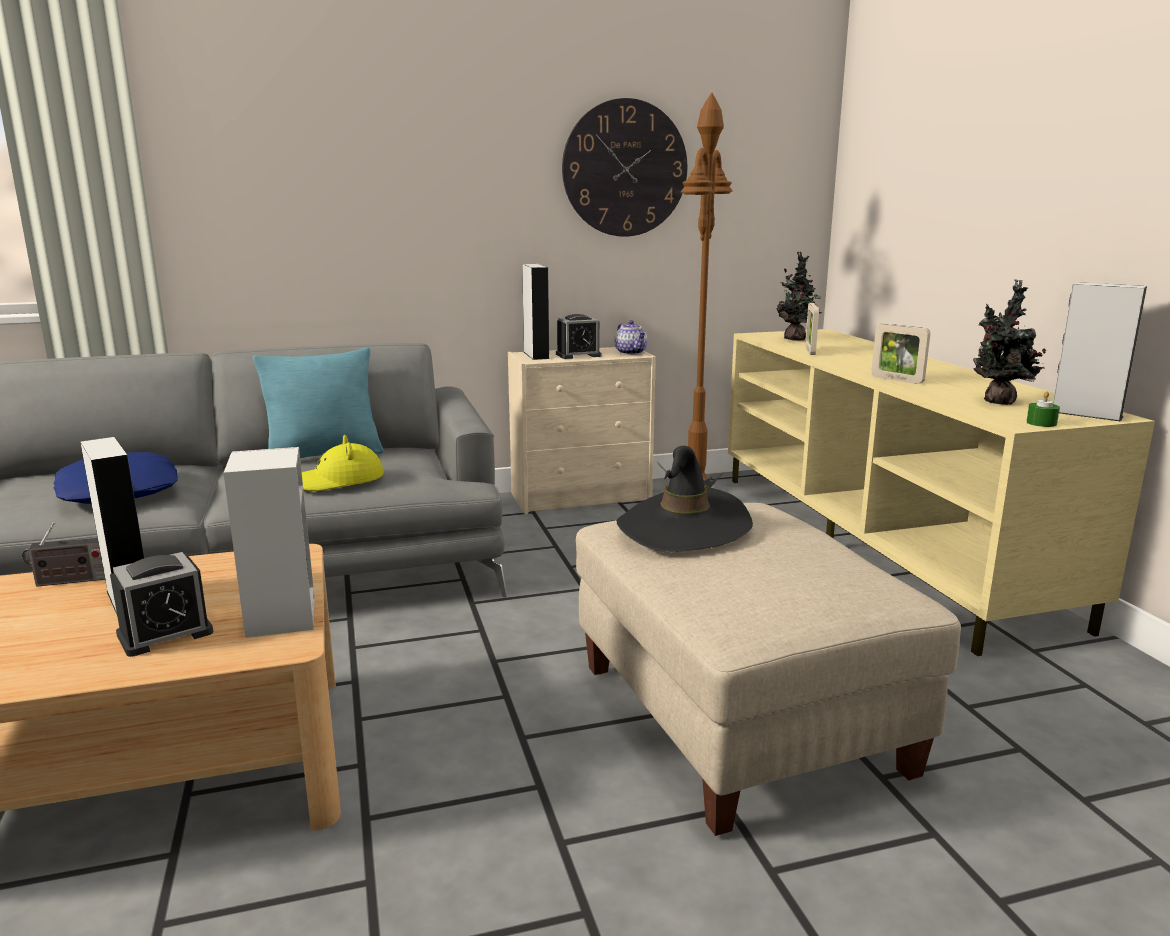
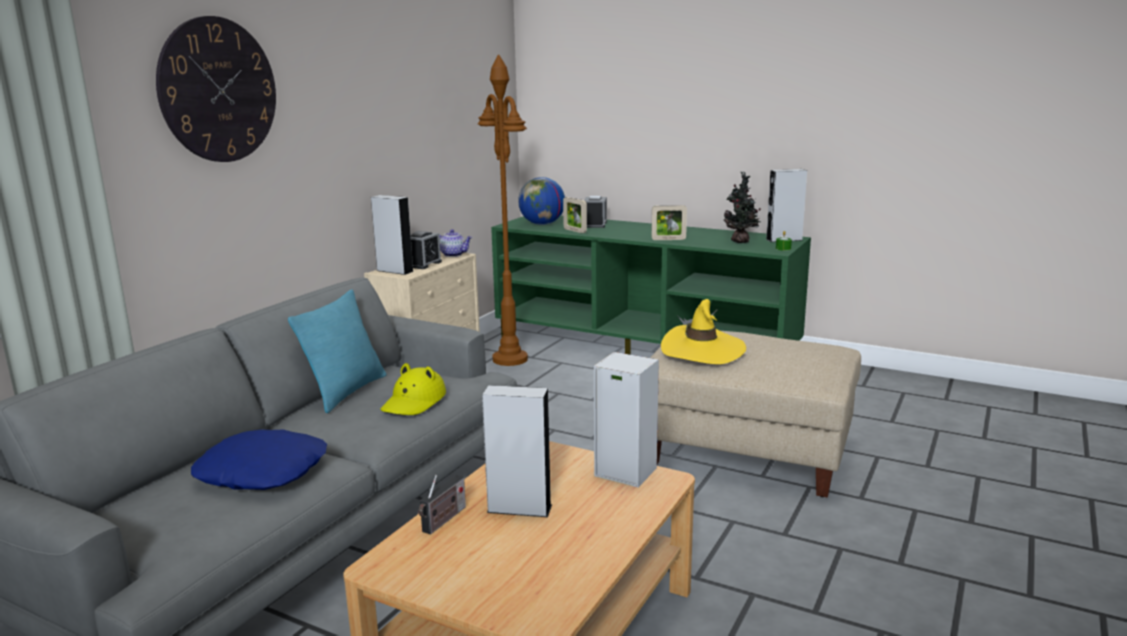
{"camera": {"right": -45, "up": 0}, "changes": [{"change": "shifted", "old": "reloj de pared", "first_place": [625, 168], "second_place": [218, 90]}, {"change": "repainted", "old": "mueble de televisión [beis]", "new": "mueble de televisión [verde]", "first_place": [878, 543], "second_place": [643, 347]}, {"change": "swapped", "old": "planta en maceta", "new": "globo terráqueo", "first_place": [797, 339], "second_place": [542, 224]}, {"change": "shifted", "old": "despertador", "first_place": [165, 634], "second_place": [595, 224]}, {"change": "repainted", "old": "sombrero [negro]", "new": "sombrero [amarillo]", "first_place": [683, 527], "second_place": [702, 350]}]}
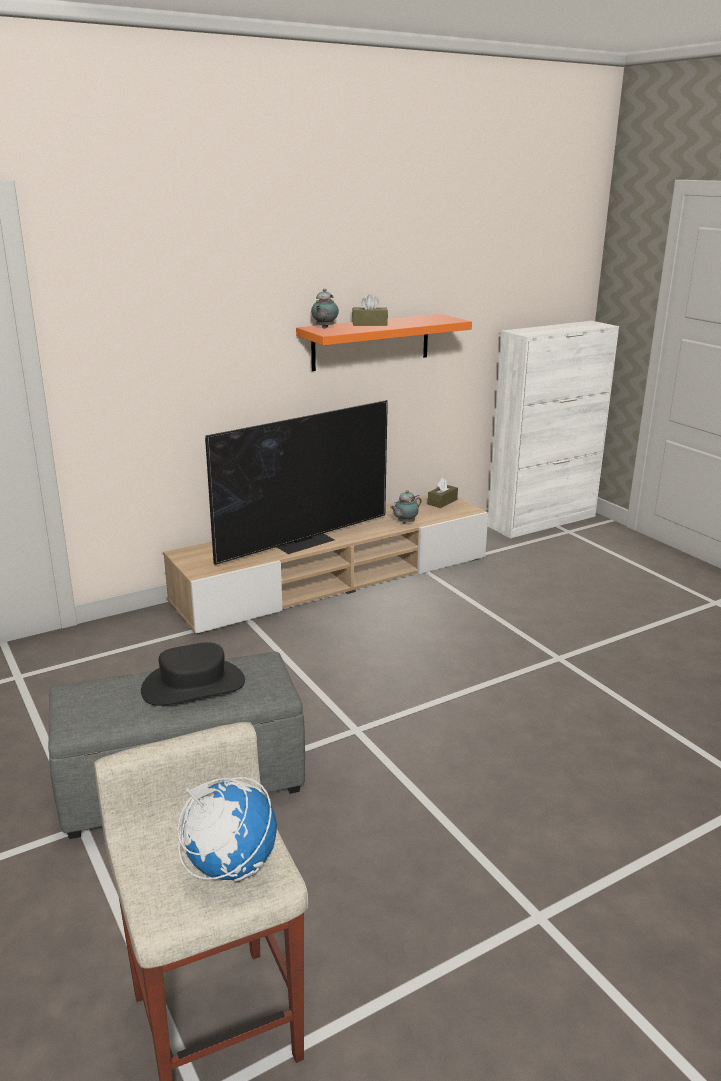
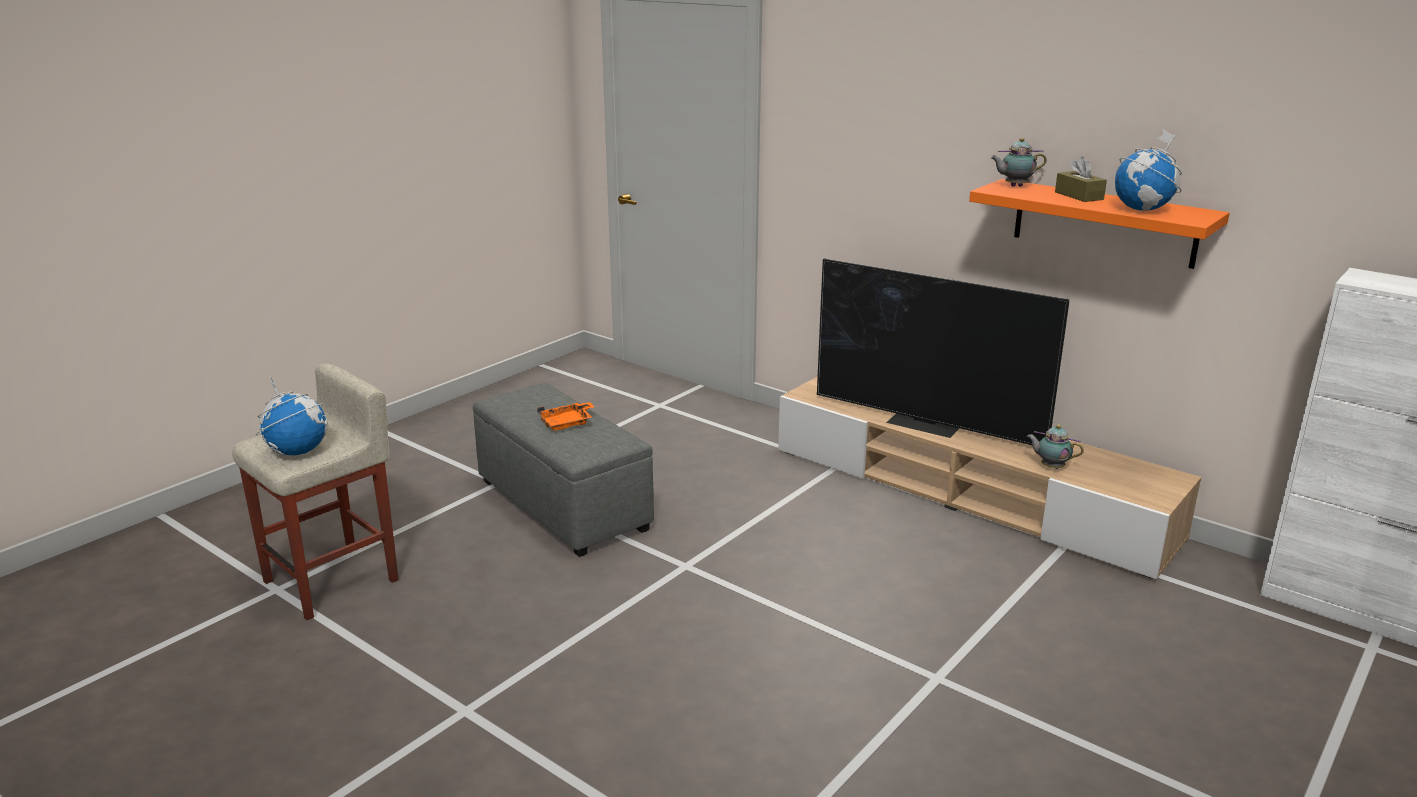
{"camera": {"right": 70, "up": 0}, "changes": [{"change": "swapped", "old": "sombrero [negro]", "new": "bandeja [naranja]", "first_place": [193, 685], "second_place": [567, 423]}, {"change": "new", "new": "globo terráqueo", "second_place": [1143, 210]}, {"change": "gone", "old": "caja de pañuelos [marrón]", "first_place": [442, 502]}]}
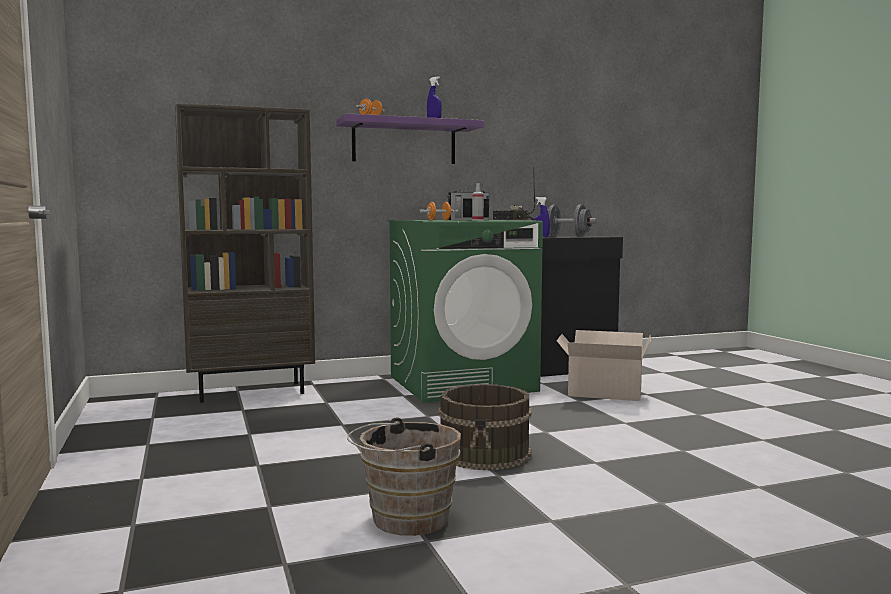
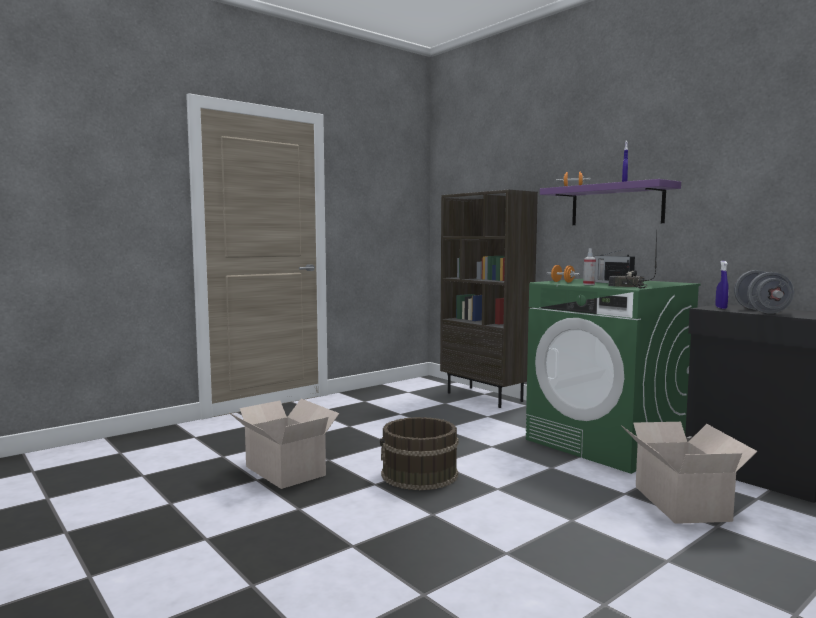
{"camera": {"right": 70, "up": 0}, "changes": [{"change": "swapped", "old": "cubo [marrón]", "new": "caja de cartón", "first_place": [404, 519], "second_place": [284, 470]}]}
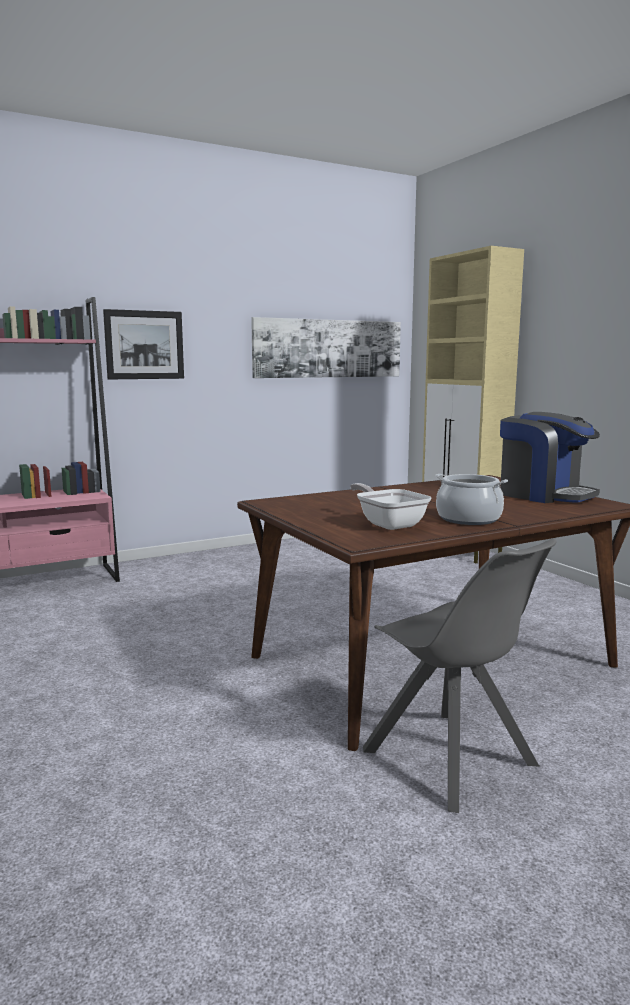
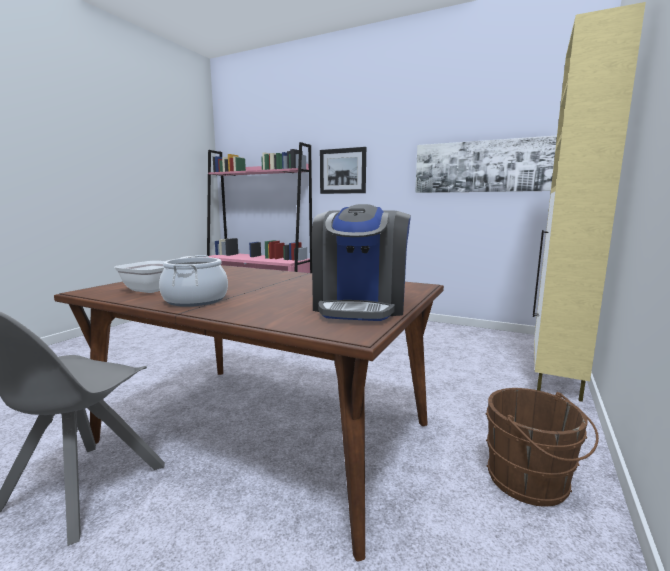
{"camera": {"right": 55, "up": 0}, "changes": [{"change": "new", "new": "cubo [marrón]", "second_place": [531, 483]}]}
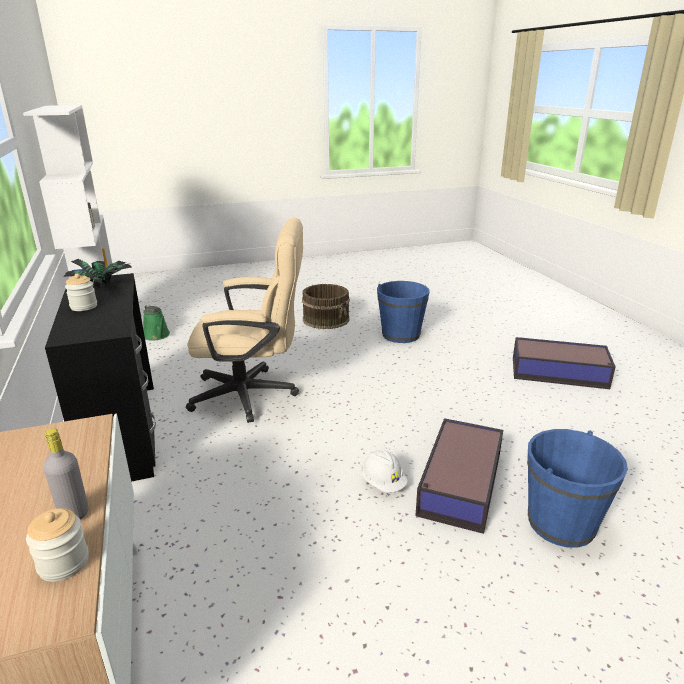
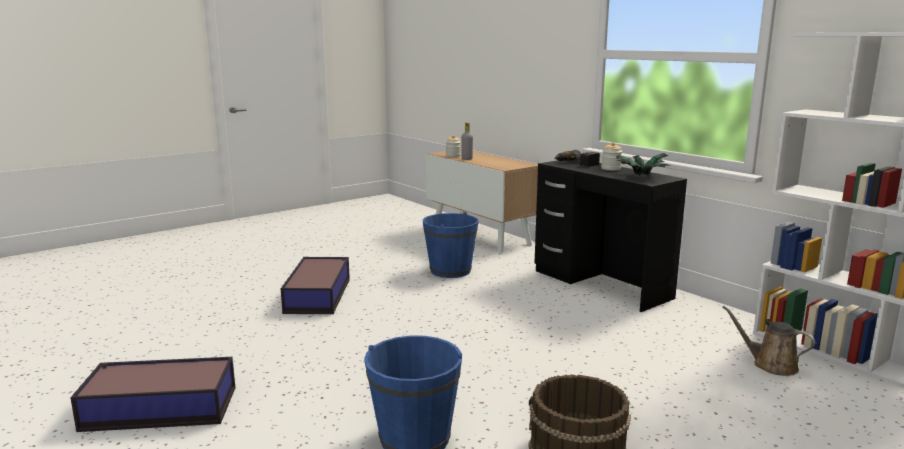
{"camera": {"right": 160, "up": -10}, "changes": [{"change": "shifted", "old": "cubo [azul]", "first_place": [561, 523], "second_place": [450, 271]}, {"change": "new", "new": "taladro", "second_place": [576, 164]}, {"change": "repainted", "old": "regadera [verde]", "new": "regadera [marrón]", "first_place": [157, 336], "second_place": [770, 365]}, {"change": "gone", "old": "silla de oficina [beis]", "first_place": [253, 395]}, {"change": "gone", "old": "casco [blanco]", "first_place": [383, 483]}]}
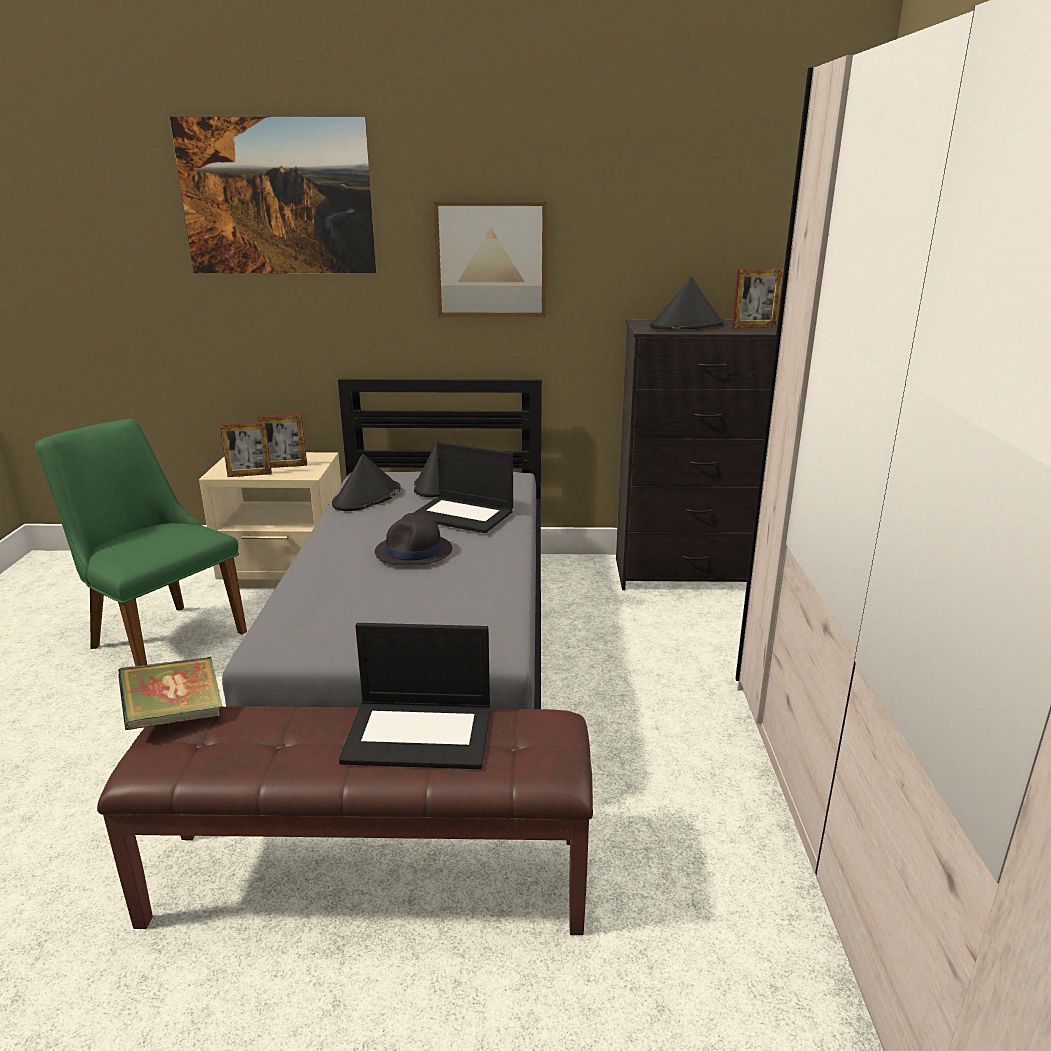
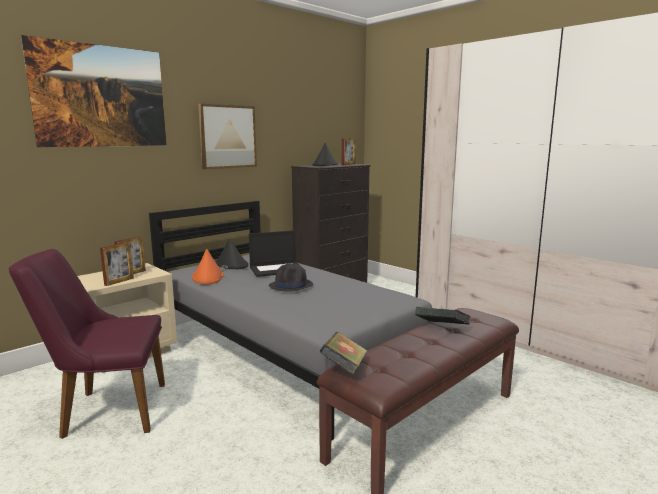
{"camera": {"right": -45, "up": -10}, "changes": [{"change": "repainted", "old": "silla [verde]", "new": "silla [morado]", "first_place": [159, 636], "second_place": [105, 411]}, {"change": "repainted", "old": "sombrero [negro]", "new": "sombrero [naranja]", "first_place": [367, 497], "second_place": [208, 277]}, {"change": "swapped", "old": "portátil", "new": "libro", "first_place": [421, 733], "second_place": [441, 329]}]}
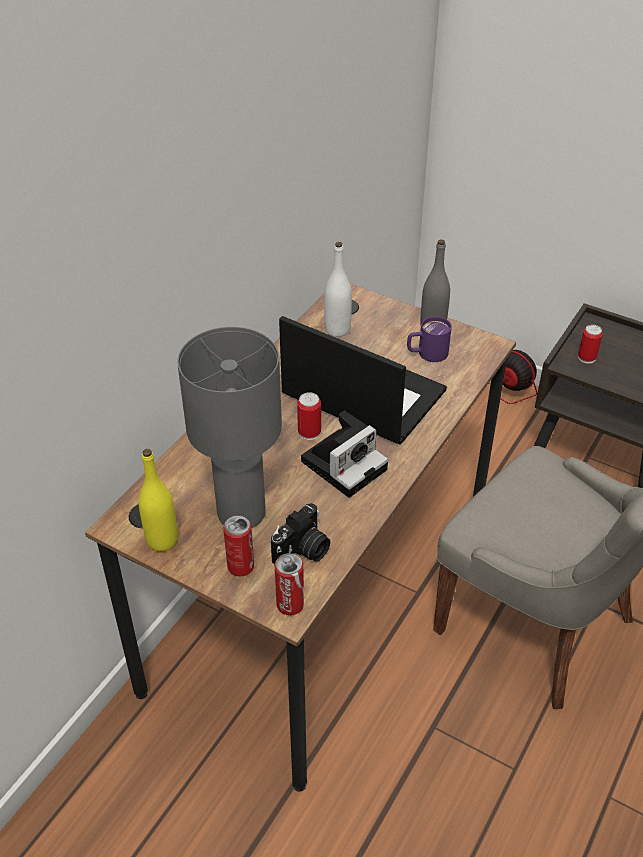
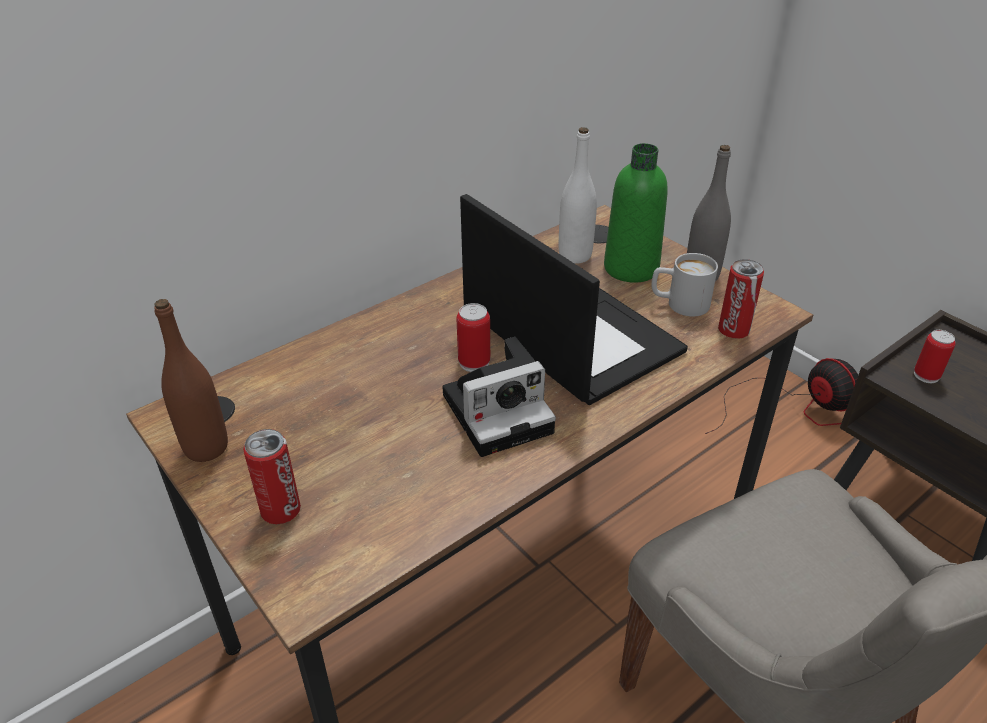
{"camera": {"right": 20, "up": -5}, "changes": [{"change": "repainted", "old": "botella [amarillo]", "new": "botella [marrón]", "first_place": [162, 540], "second_place": [206, 447]}, {"change": "new", "new": "botella [verde]", "second_place": [631, 268]}, {"change": "repainted", "old": "taza grande [morado]", "new": "taza grande [blanco]", "first_place": [426, 354], "second_place": [679, 304]}, {"change": "shifted", "old": "lata", "first_place": [290, 605], "second_place": [733, 331]}, {"change": "gone", "old": "lámpara de mesa [gris]", "first_place": [241, 512]}, {"change": "gone", "old": "cámara", "first_place": [303, 550]}]}
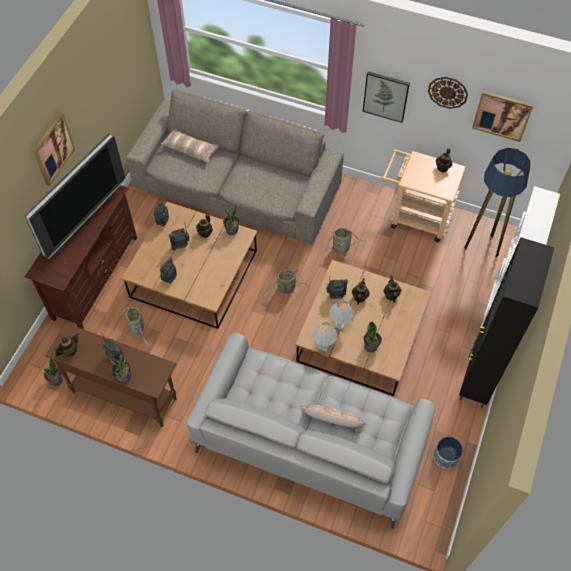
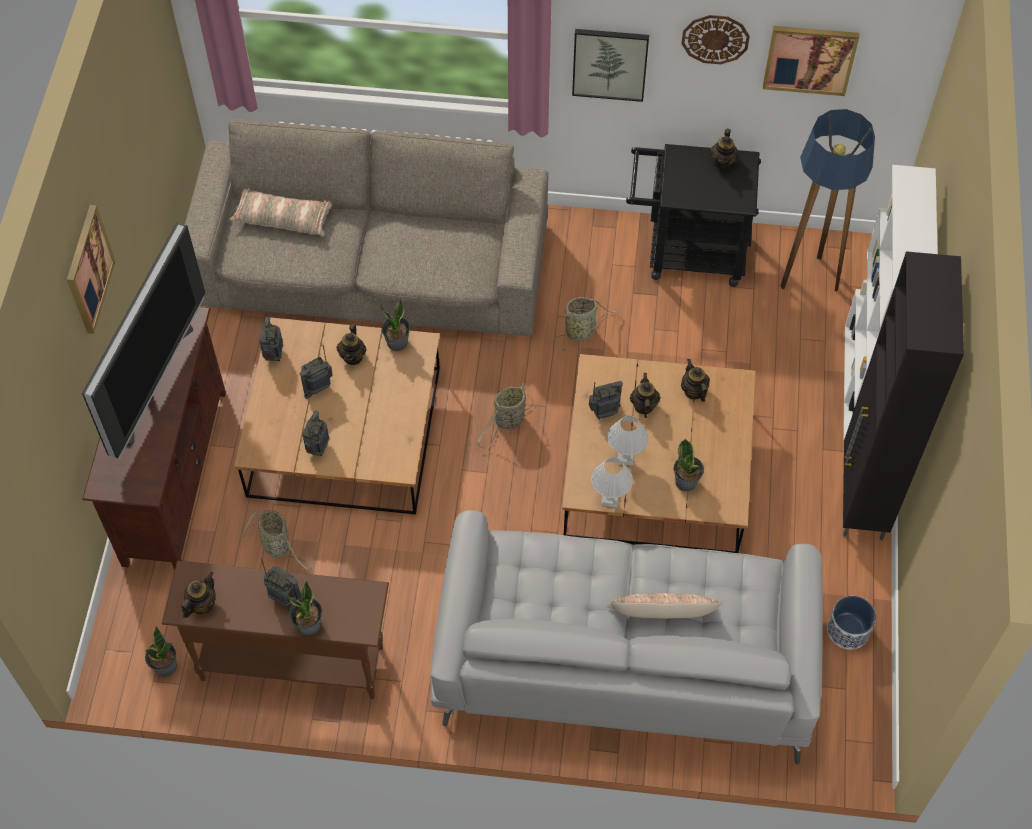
{"camera": {"right": -15, "up": 0}, "changes": [{"change": "repainted", "old": "carrito [beis]", "new": "carrito [negro]", "first_place": [415, 217], "second_place": [686, 253]}]}
